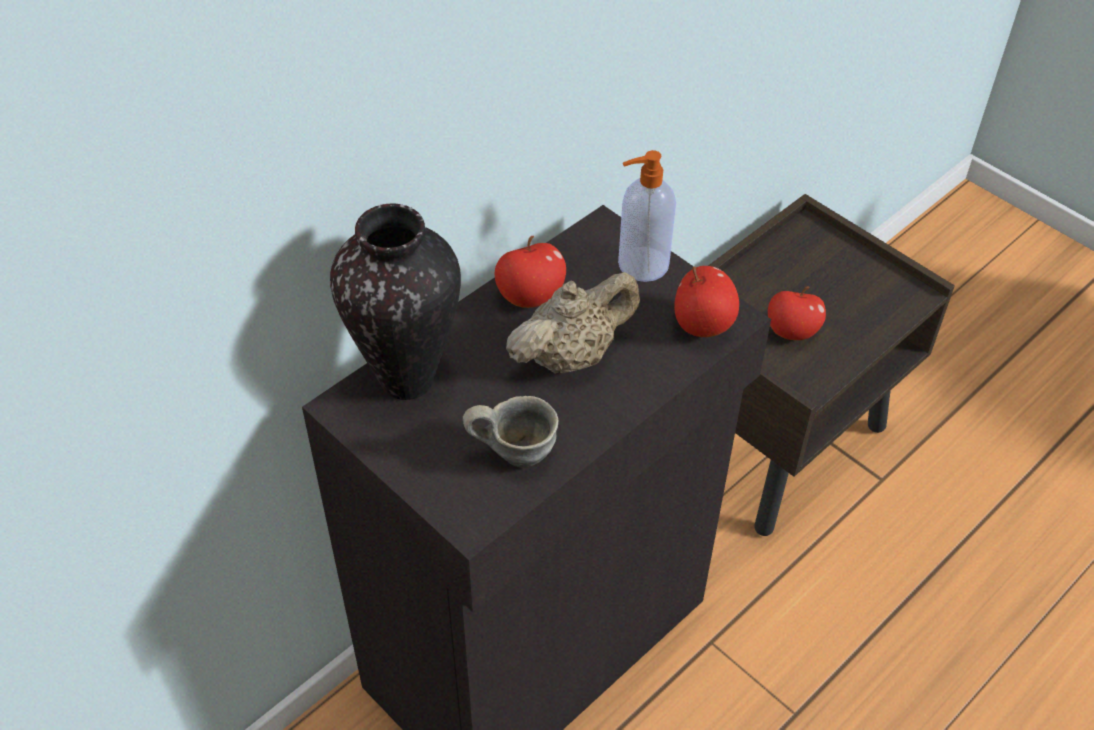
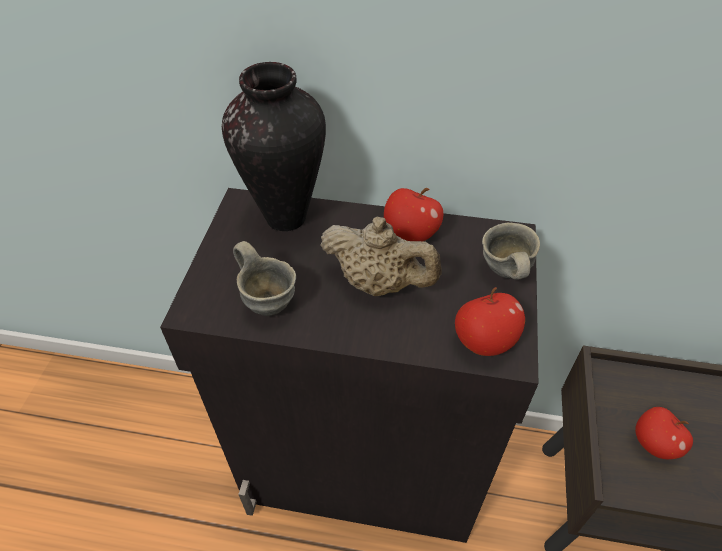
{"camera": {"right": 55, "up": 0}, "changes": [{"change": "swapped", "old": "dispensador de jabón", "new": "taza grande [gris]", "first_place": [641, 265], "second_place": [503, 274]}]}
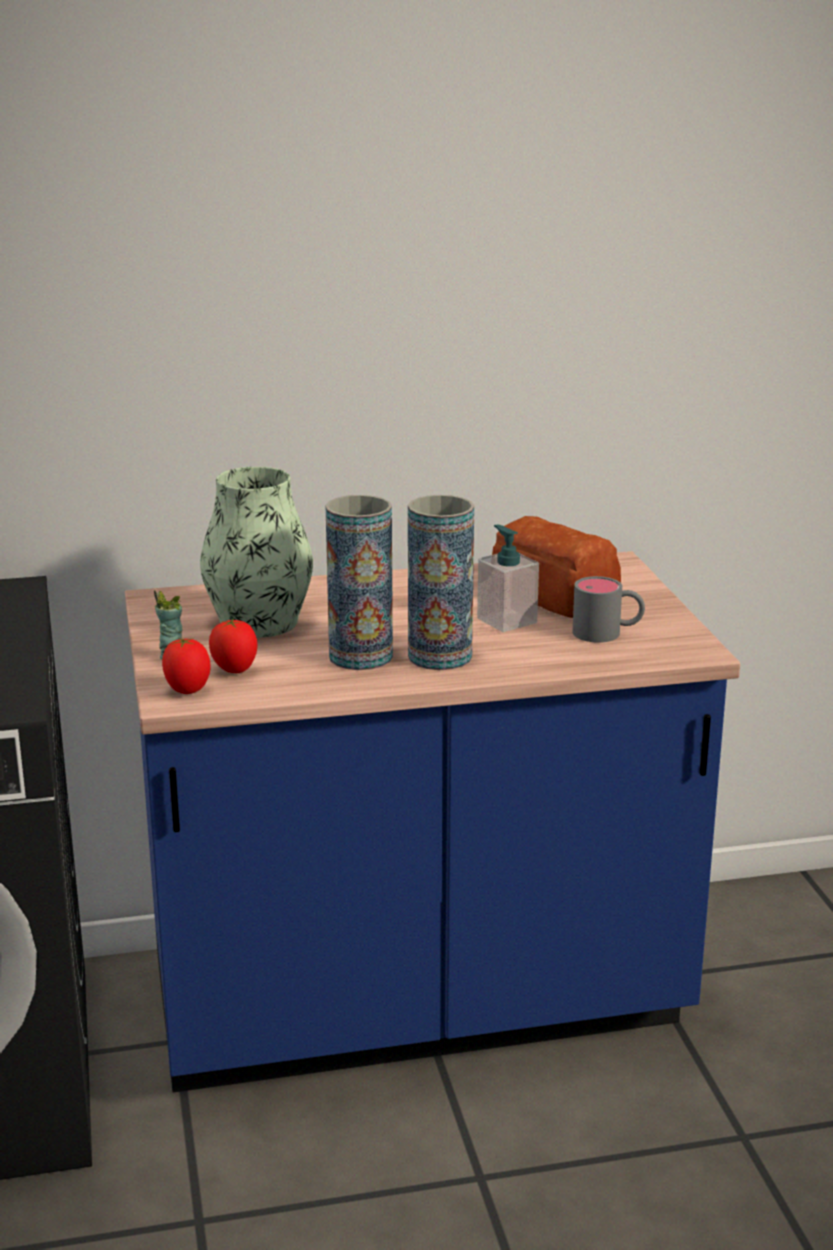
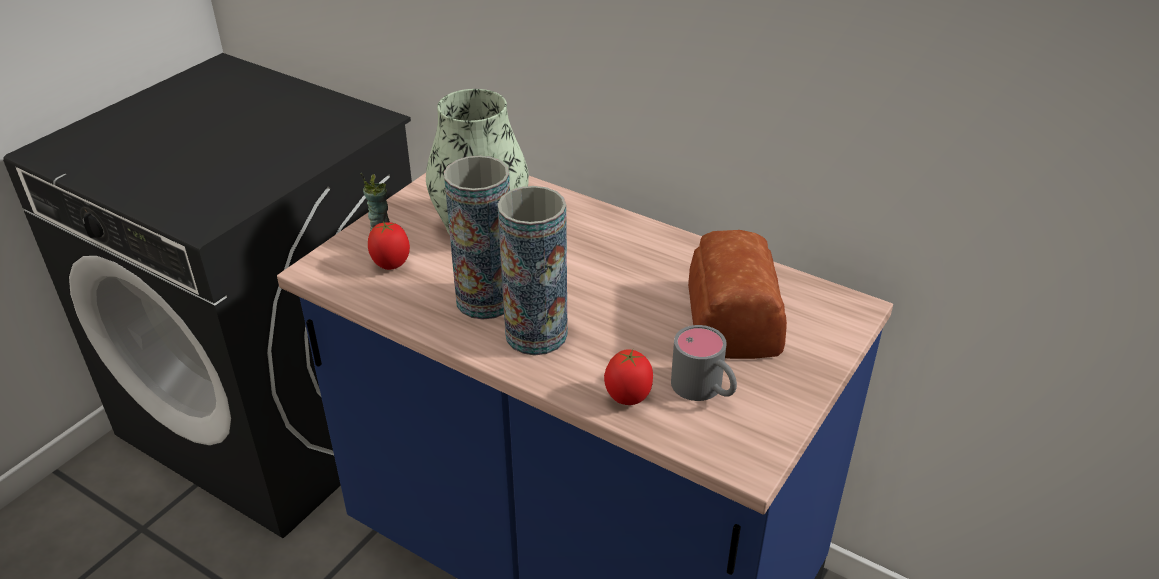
{"camera": {"right": 45, "up": 15}, "changes": [{"change": "shifted", "old": "tomate", "first_place": [187, 691], "second_place": [628, 398]}, {"change": "gone", "old": "dispensador de jabón", "first_place": [506, 620]}]}
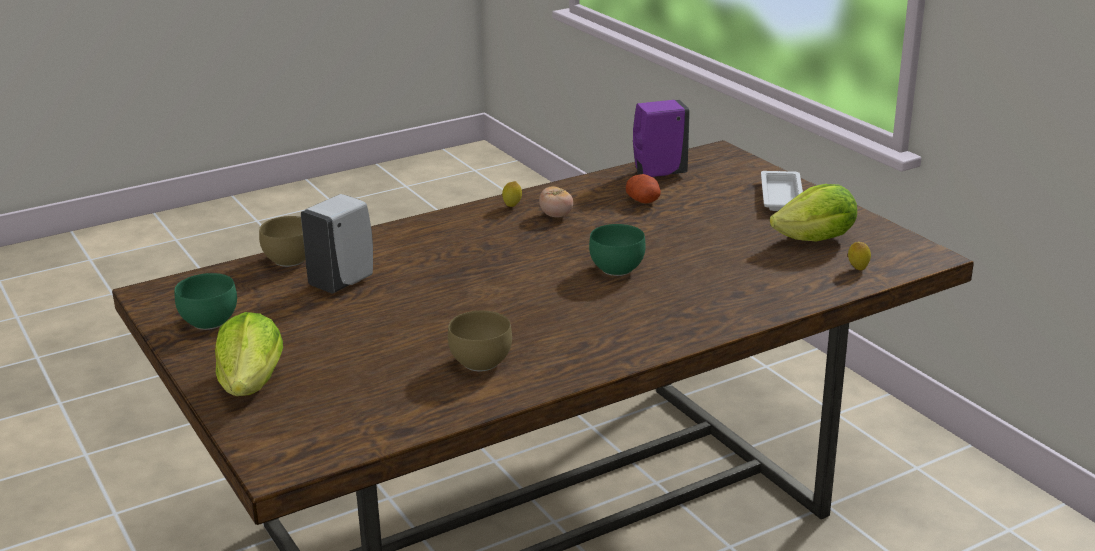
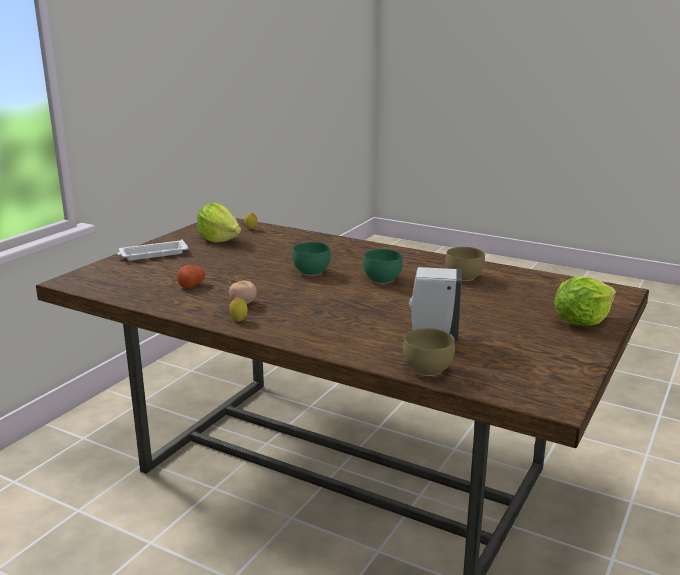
{"camera": {"right": -120, "up": -5}, "changes": [{"change": "shifted", "old": "cuenco [verde]", "first_place": [207, 322], "second_place": [382, 280]}, {"change": "gone", "old": "dispensador de jabón [morado]", "first_place": [657, 174]}]}
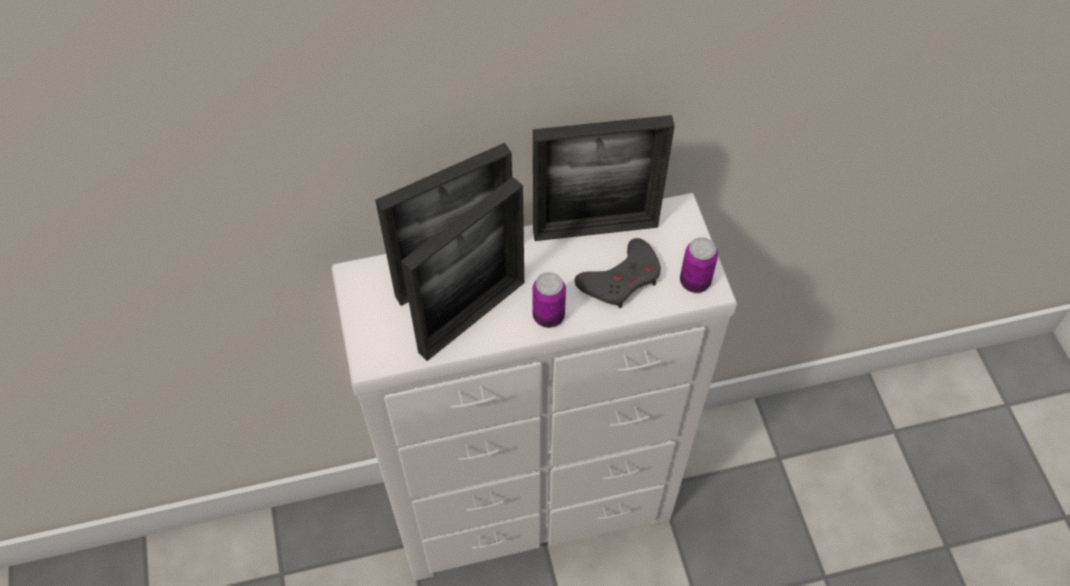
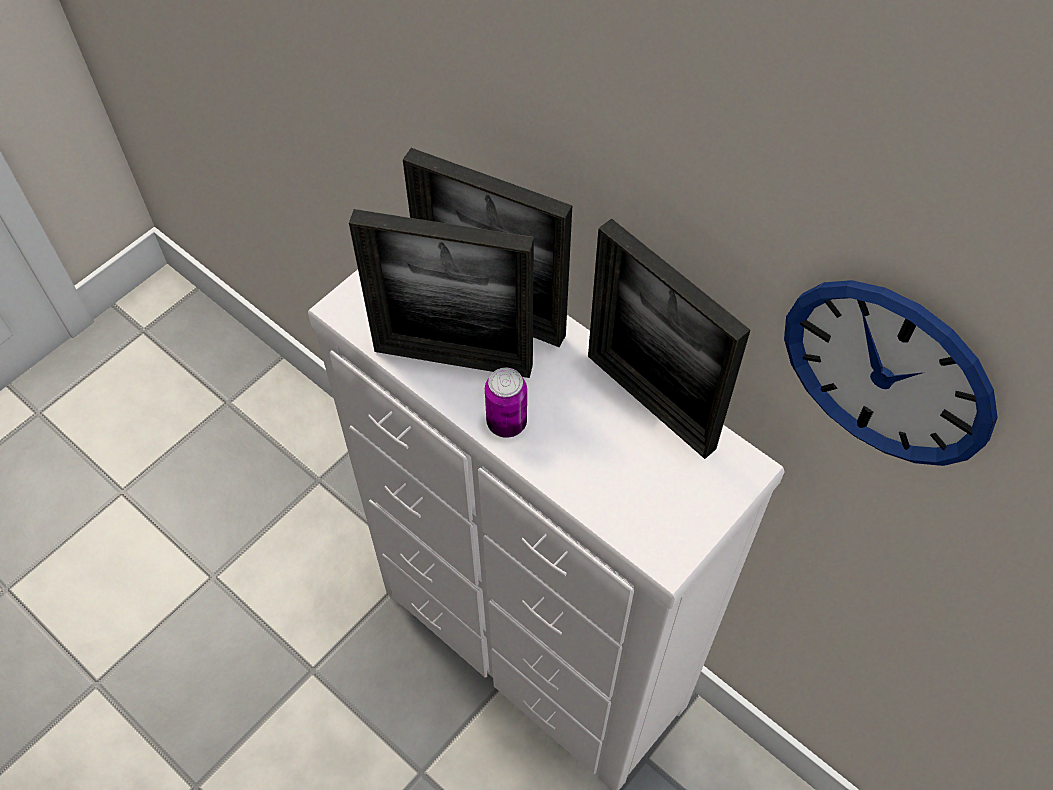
{"camera": {"right": 55, "up": 0}, "changes": [{"change": "new", "new": "reloj de pared", "second_place": [887, 373]}, {"change": "gone", "old": "mando de consola [gris]", "first_place": [621, 279]}, {"change": "gone", "old": "lata", "first_place": [695, 282]}]}
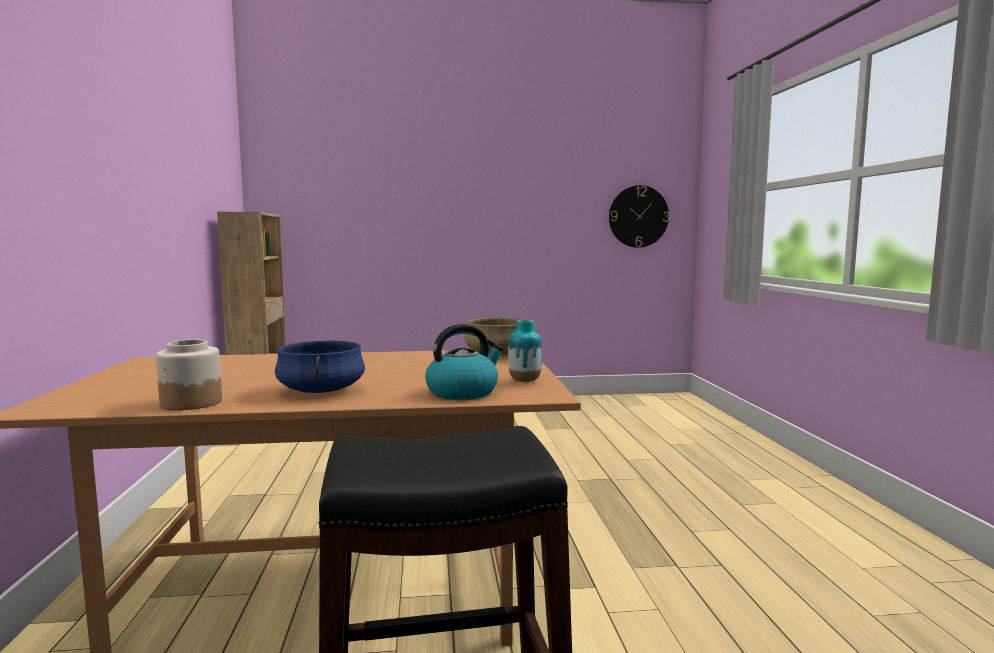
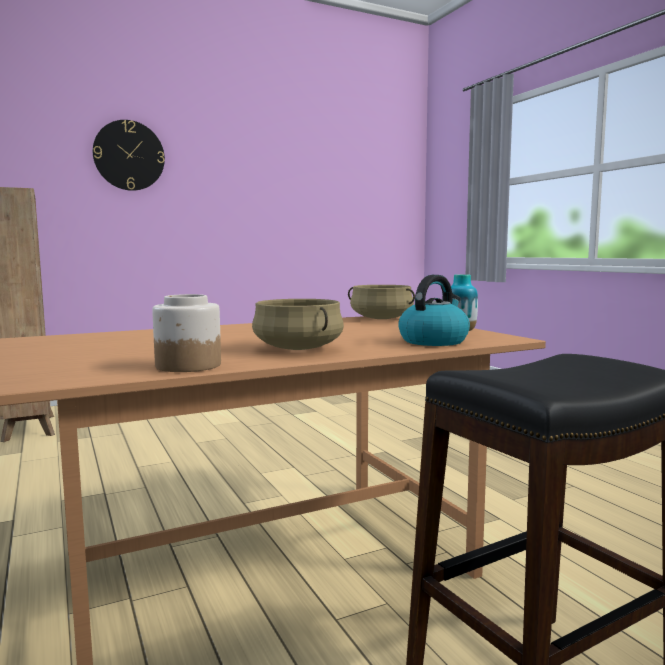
{"camera": {"right": -20, "up": 0}, "changes": [{"change": "shifted", "old": "reloj de pared", "first_place": [638, 216], "second_place": [129, 155]}, {"change": "repainted", "old": "olla [azul]", "new": "olla [beis]", "first_place": [322, 390], "second_place": [299, 348]}]}
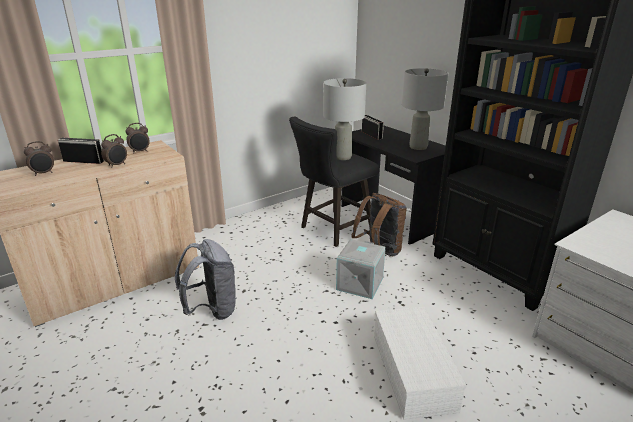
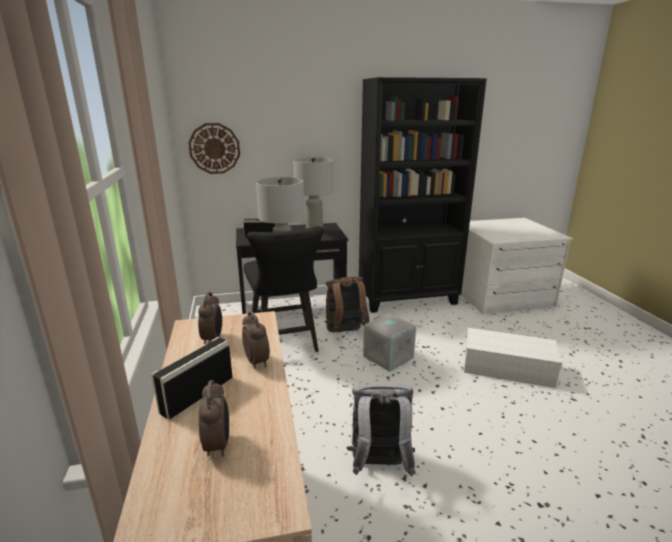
{"camera": {"right": -65, "up": -5}, "changes": [{"change": "new", "new": "reloj de pared", "second_place": [214, 148]}]}
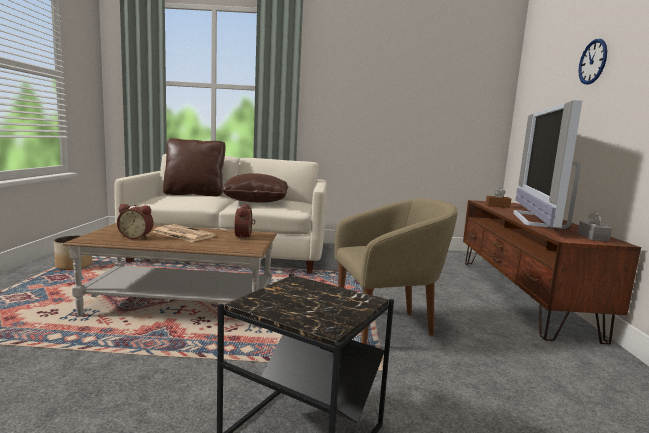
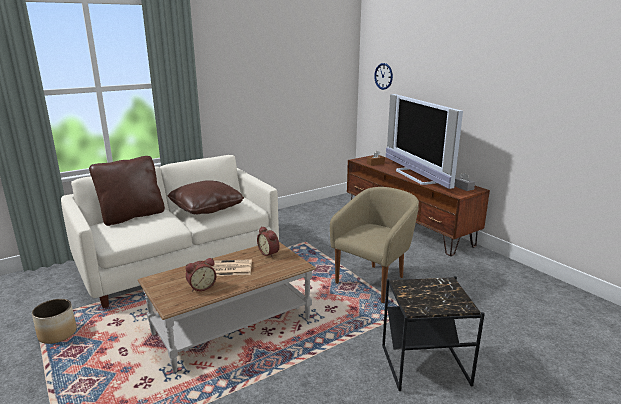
{"camera": {"right": -35, "up": 10}, "changes": [{"change": "shifted", "old": "reloj de pared", "first_place": [593, 62], "second_place": [383, 76]}]}
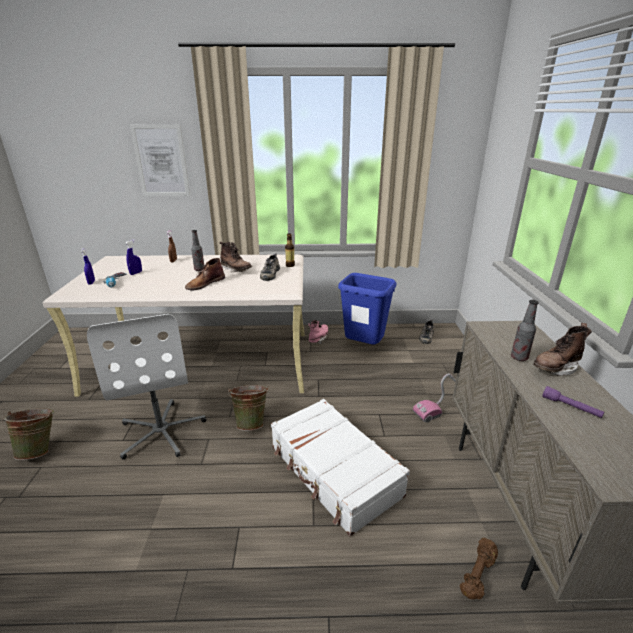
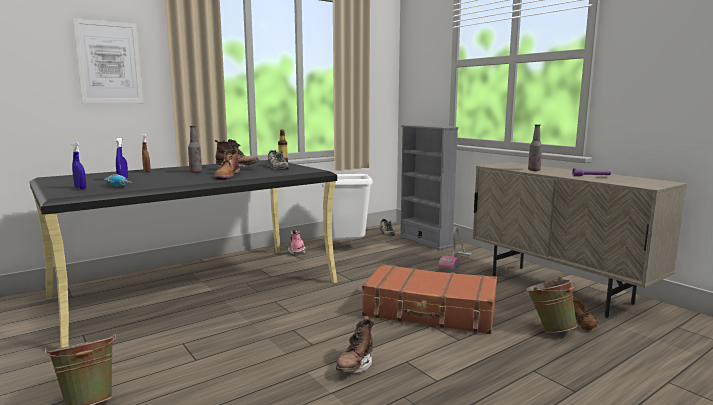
{"camera": {"right": -35, "up": -15}, "changes": [{"change": "repainted", "old": "escritorio [beis]", "new": "escritorio [negro]", "first_place": [204, 361], "second_place": [198, 289]}, {"change": "repainted", "old": "papelera [azul]", "new": "papelera [blanco]", "first_place": [364, 347], "second_place": [346, 247]}, {"change": "shifted", "old": "bota [marrón]", "first_place": [555, 368], "second_place": [355, 366]}, {"change": "repainted", "old": "maleta [blanco]", "new": "maleta [marrón]", "first_place": [334, 471], "second_place": [430, 312]}, {"change": "new", "new": "estantería [gris]", "second_place": [425, 241]}, {"change": "shifted", "old": "cubo [verde]", "first_place": [251, 422], "second_place": [549, 329]}, {"change": "gone", "old": "silla de oficina [blanco]", "first_place": [162, 431]}]}
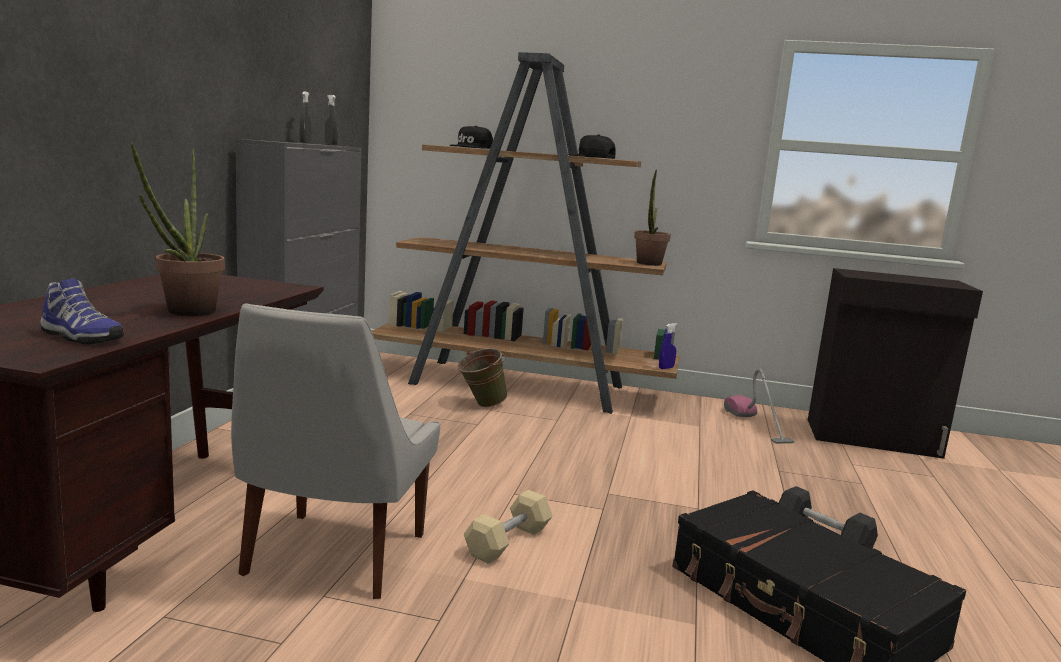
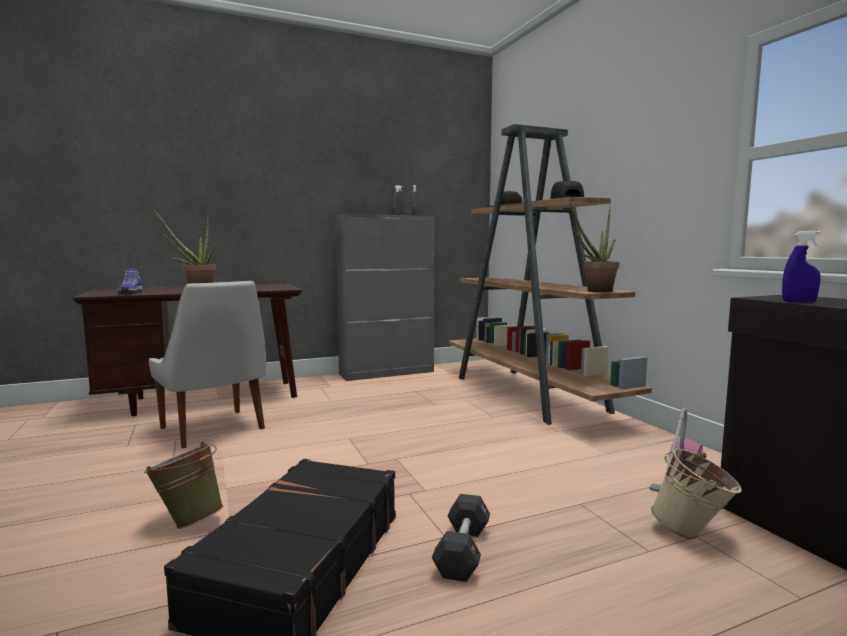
{"camera": {"right": 55, "up": -5}, "changes": [{"change": "shifted", "old": "cubo [verde]", "first_place": [480, 405], "second_place": [188, 521]}, {"change": "rotated", "old": "silla [blanco]", "first_place": [332, 558], "second_place": [214, 429], "degrees": -105}, {"change": "new", "new": "cubo [beis]", "second_place": [693, 534]}, {"change": "shifted", "old": "pulverizador [azul]", "first_place": [666, 368], "second_place": [798, 302]}, {"change": "gone", "old": "mancuerna [beis]", "first_place": [508, 542]}]}
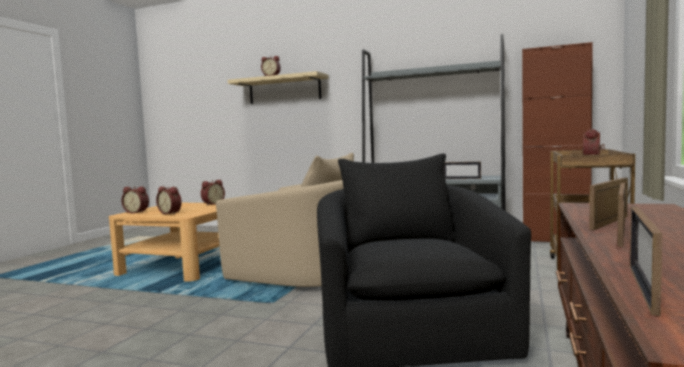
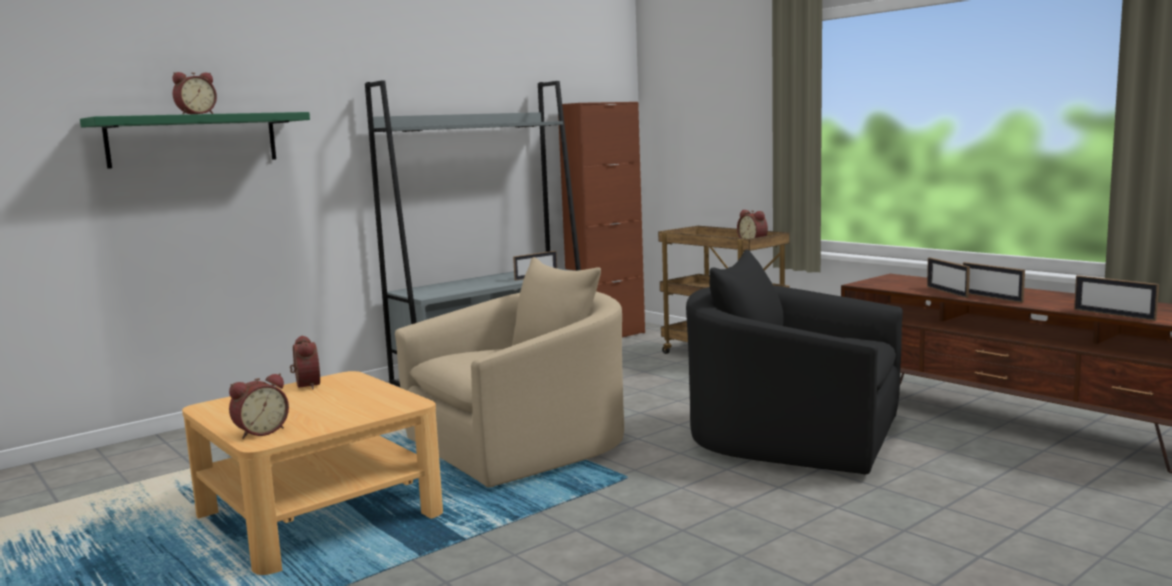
{"camera": {"right": -60, "up": 5}, "changes": [{"change": "repainted", "old": "estante [beis]", "new": "estante [verde]", "first_place": [284, 90], "second_place": [193, 140]}, {"change": "gone", "old": "despertador", "first_place": [171, 213]}]}
